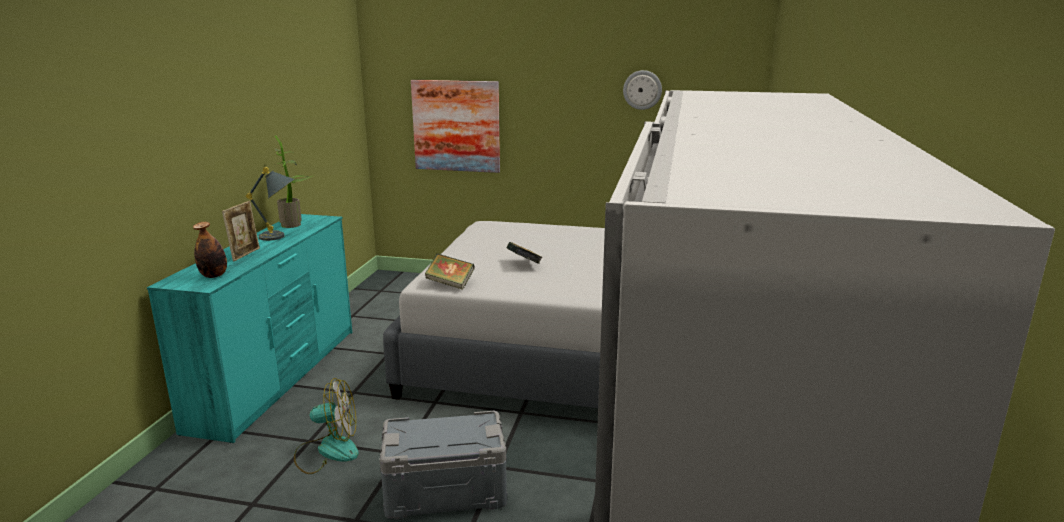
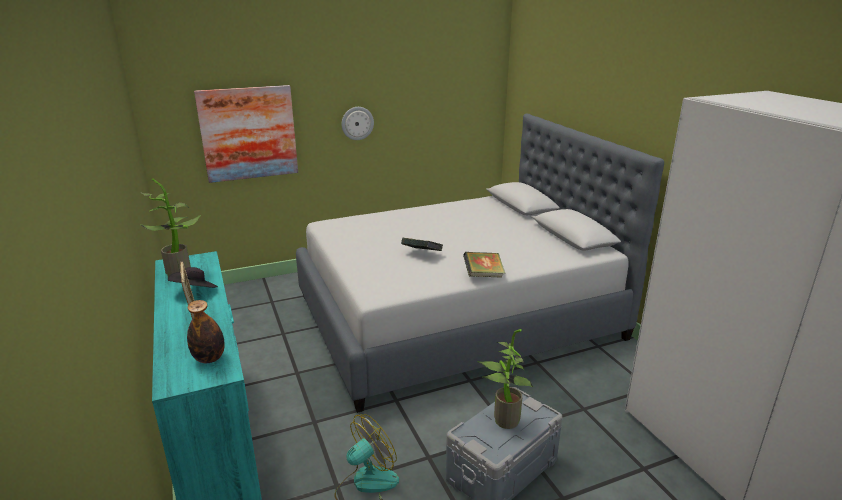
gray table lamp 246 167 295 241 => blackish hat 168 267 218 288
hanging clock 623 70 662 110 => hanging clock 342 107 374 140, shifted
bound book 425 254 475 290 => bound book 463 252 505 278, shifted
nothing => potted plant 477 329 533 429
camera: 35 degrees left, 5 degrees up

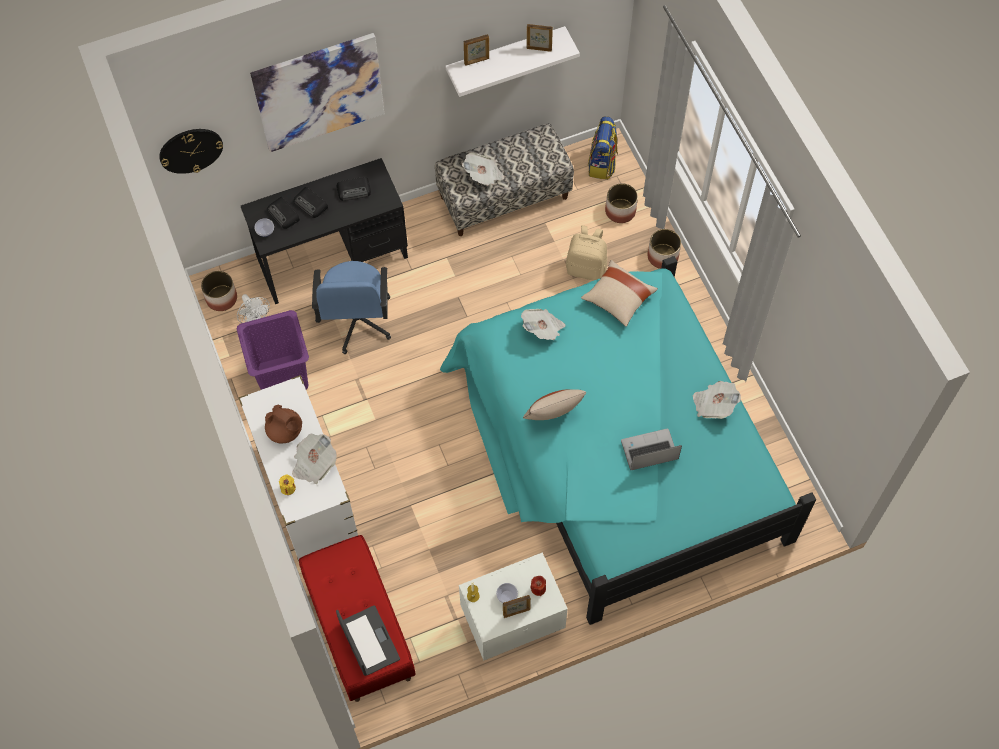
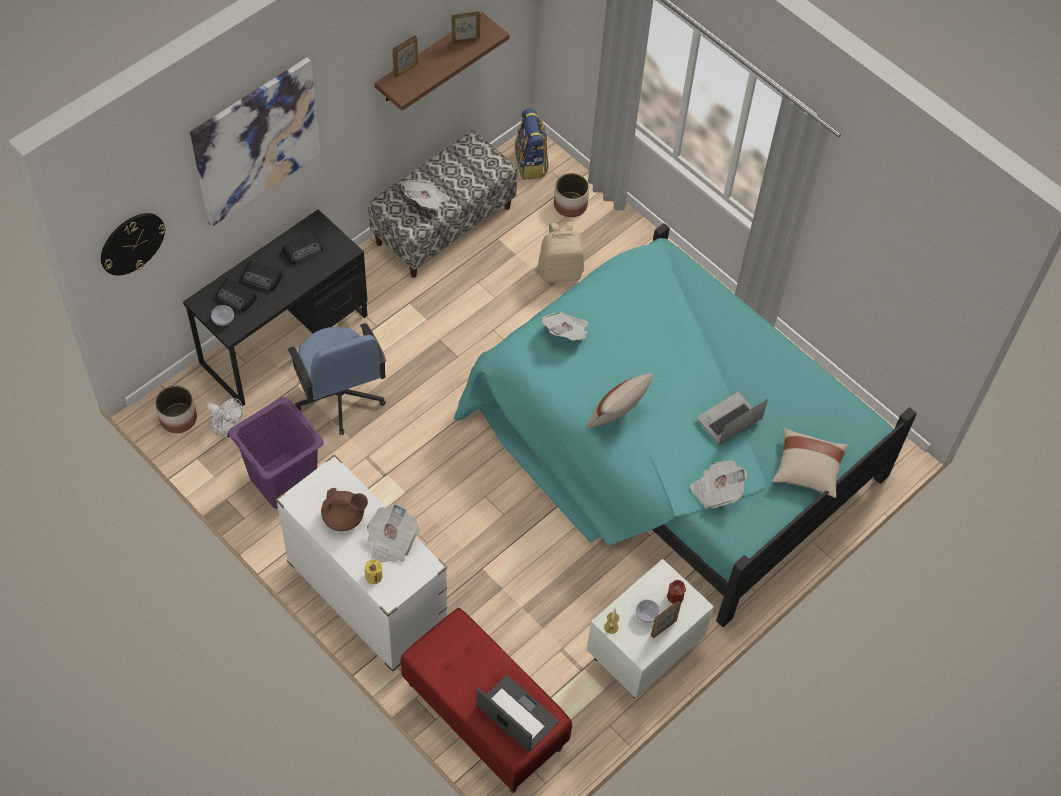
white shelf 445 26 580 97 => brown shelf 375 12 510 111
daily paper 693 381 741 419 => daily paper 690 460 748 509, shifted
beige pillow 581 260 658 327 => beige pillow 772 428 848 498, shifted
flower pot 648 229 681 269 => nothing
camera: 25 degrees left, 5 degrees down

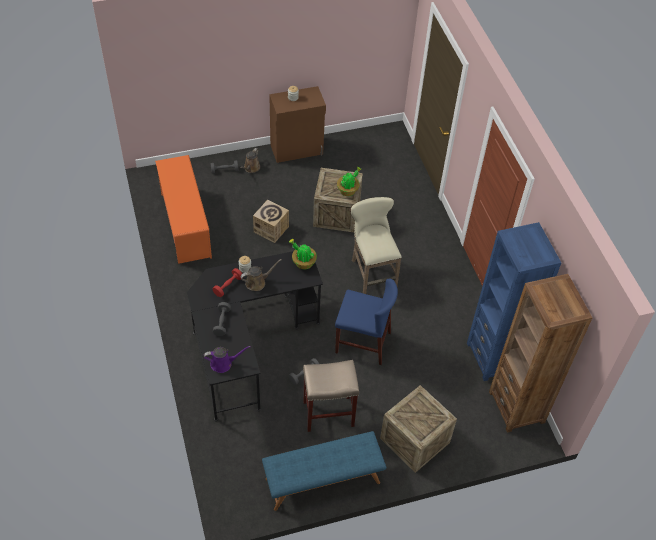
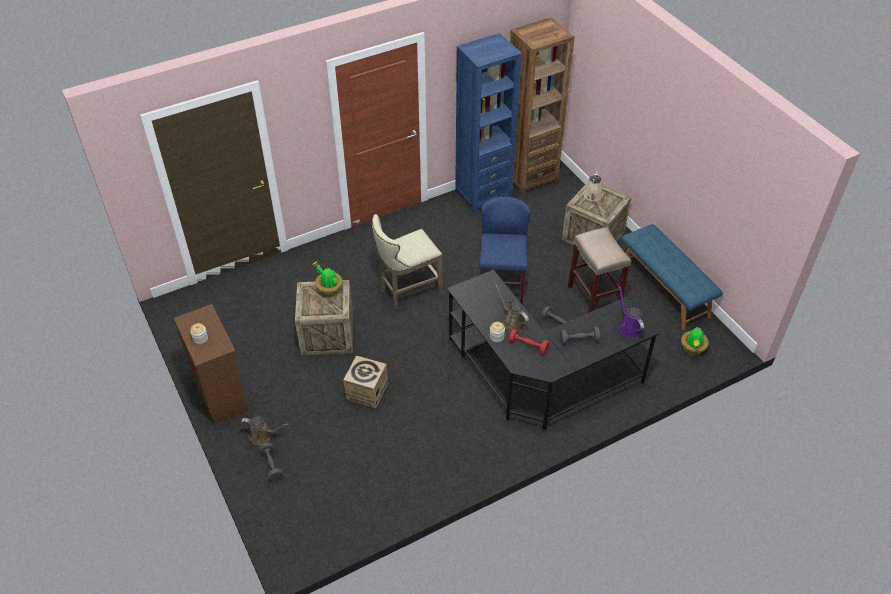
nothing => beige watering pot 583 171 603 201
potted plant 289 239 317 270 => potted plant 681 327 709 356, shifted
orange shoe shelf 155 155 212 264 => nothing
camera: 100 degrees left, 5 degrees down

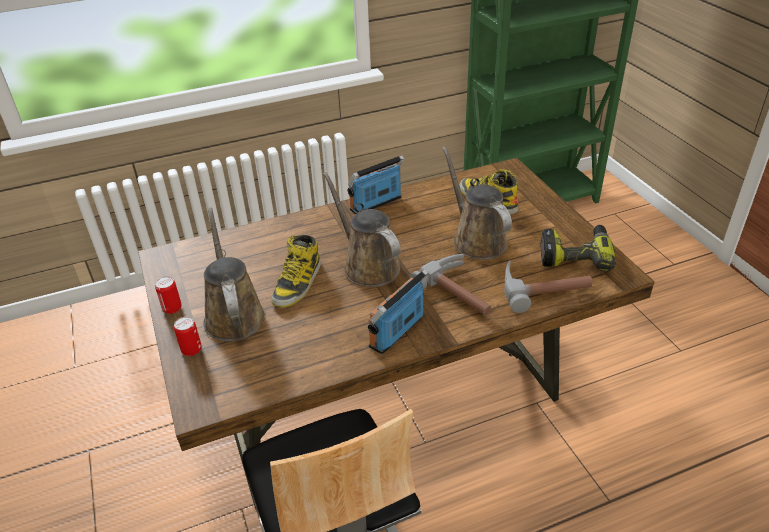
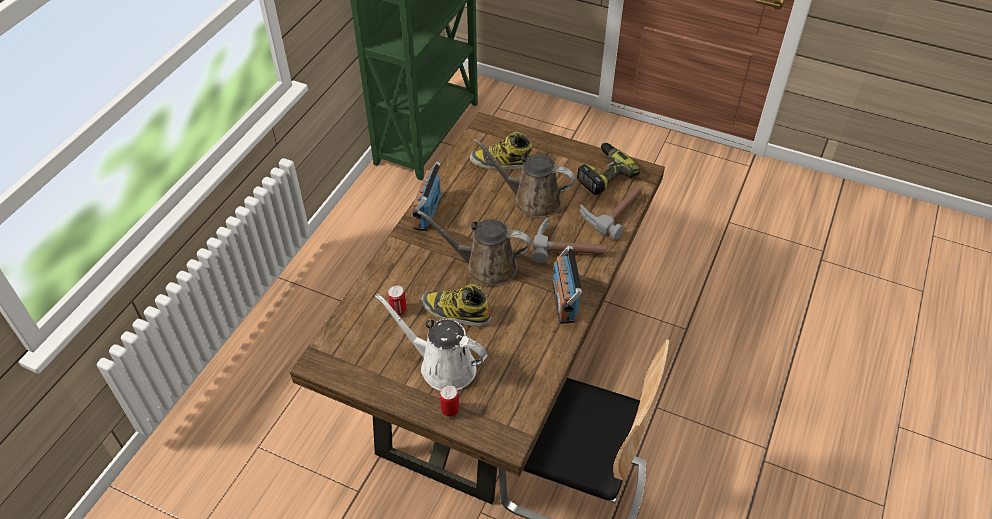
brown watering pot 203 208 266 341 => white watering pot 375 293 487 391
can 155 276 182 314 => can 388 285 407 315, shifted
high-top boot 272 235 321 308 => high-top boot 421 284 492 327, 135 degrees clockwise
camera: 45 degrees left, 10 degrees up

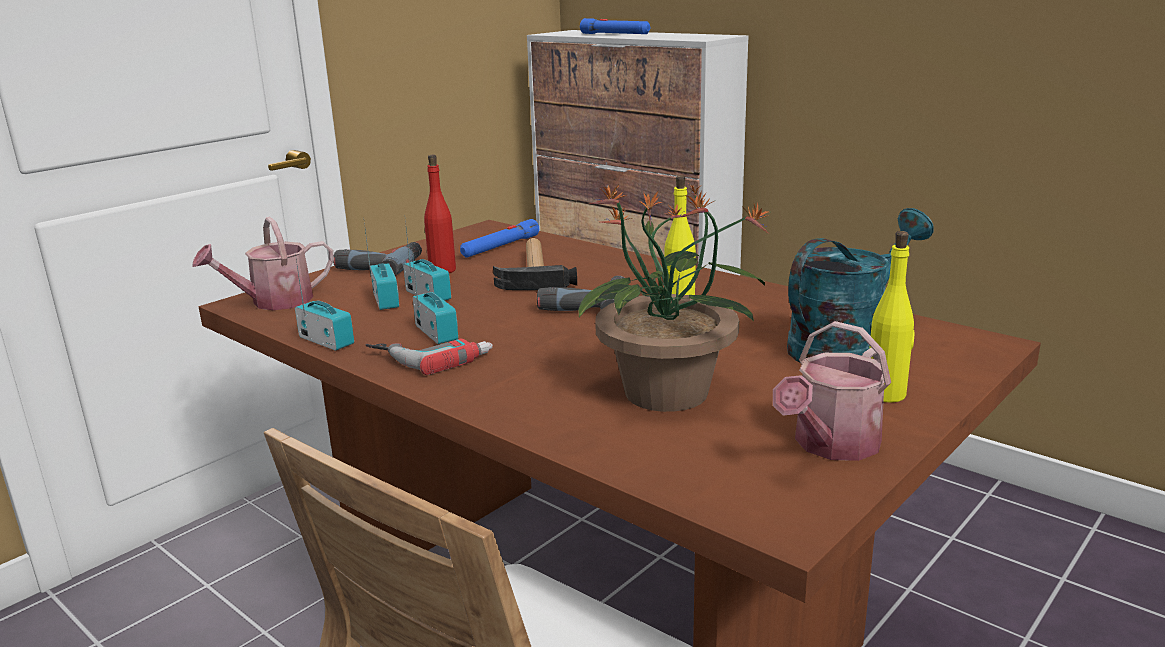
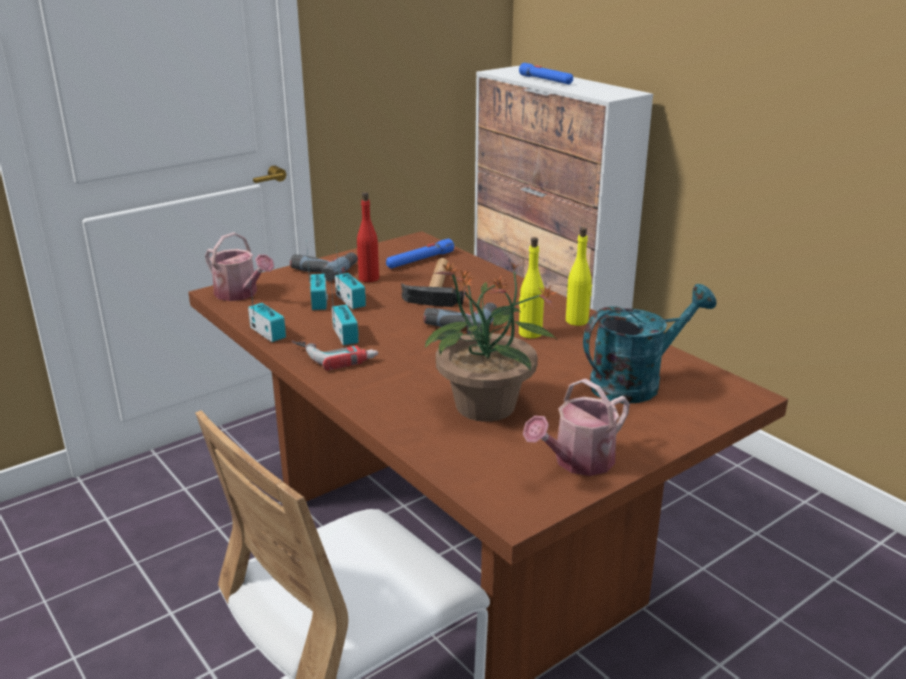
watering pot 192 217 334 310 => watering pot 205 232 274 301, 120 degrees counterclockwise
yellow bottle 869 231 914 403 => yellow bottle 566 227 592 326, shifted
camera: 10 degrees right, 5 degrees up

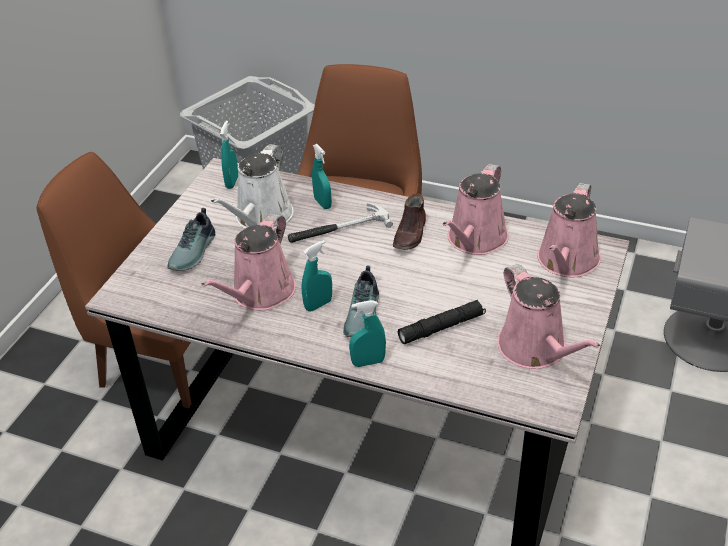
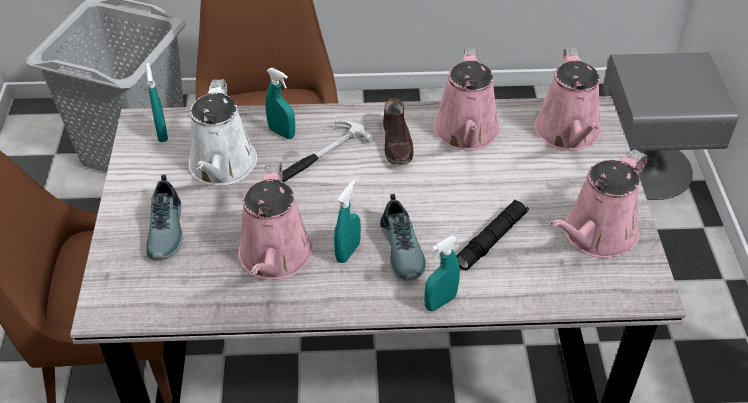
pink-coloured watering pot 498 264 601 369 => pink-coloured watering pot 550 150 648 258, 90 degrees clockwise
camera: 25 degrees left, 5 degrees up

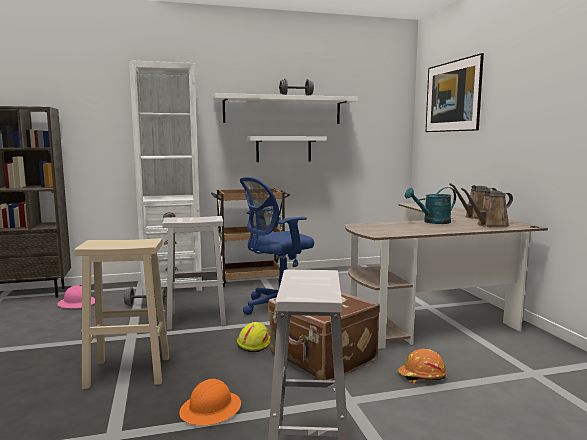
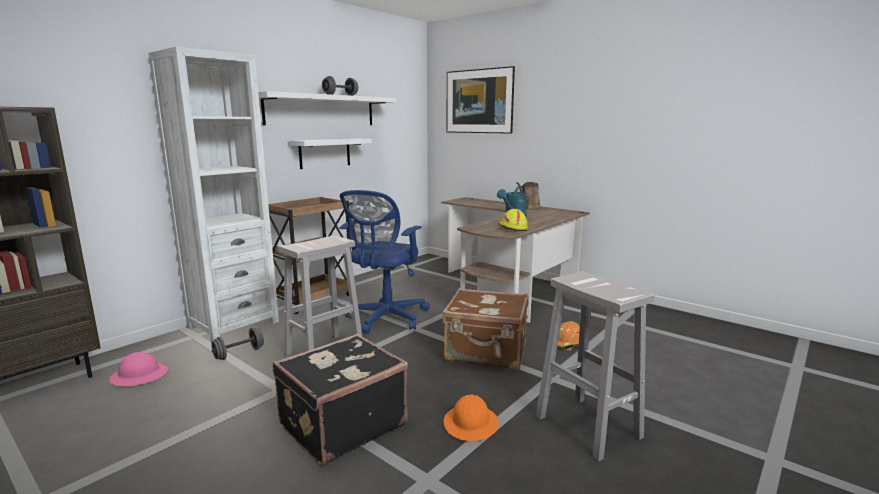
beige sitting stool 74 238 169 389 => blackish travel case 272 334 408 466
yellow safety helmet 237 322 270 352 => yellow safety helmet 498 209 528 231, shifted
brown watering pot 461 188 513 227 => nothing
camera: 35 degrees left, 5 degrees up

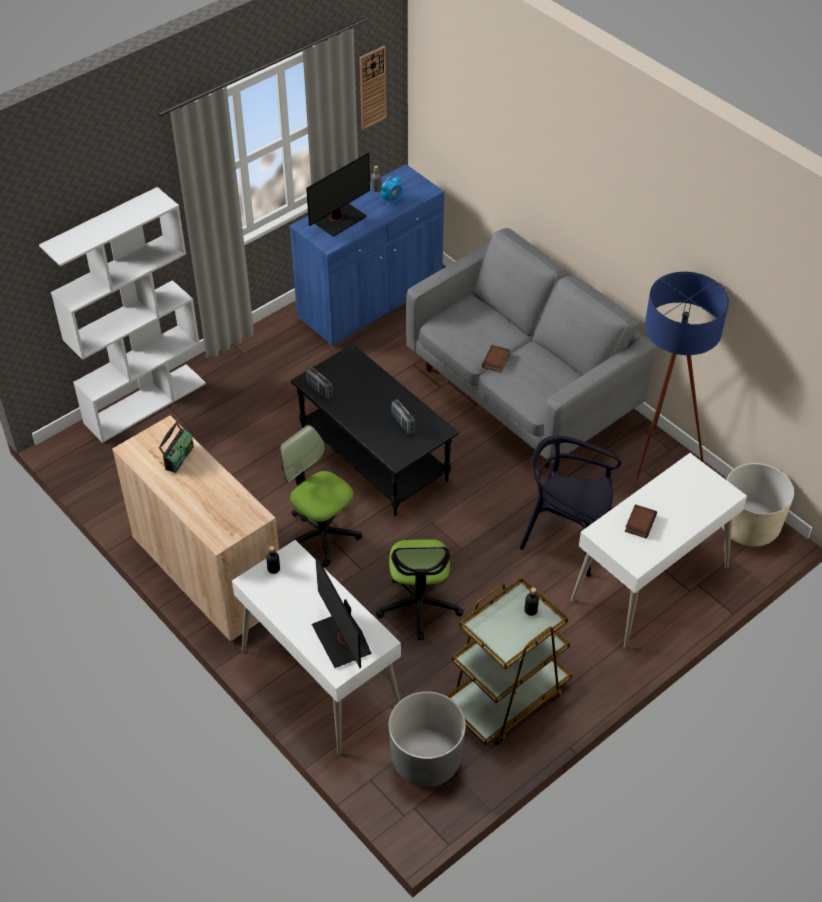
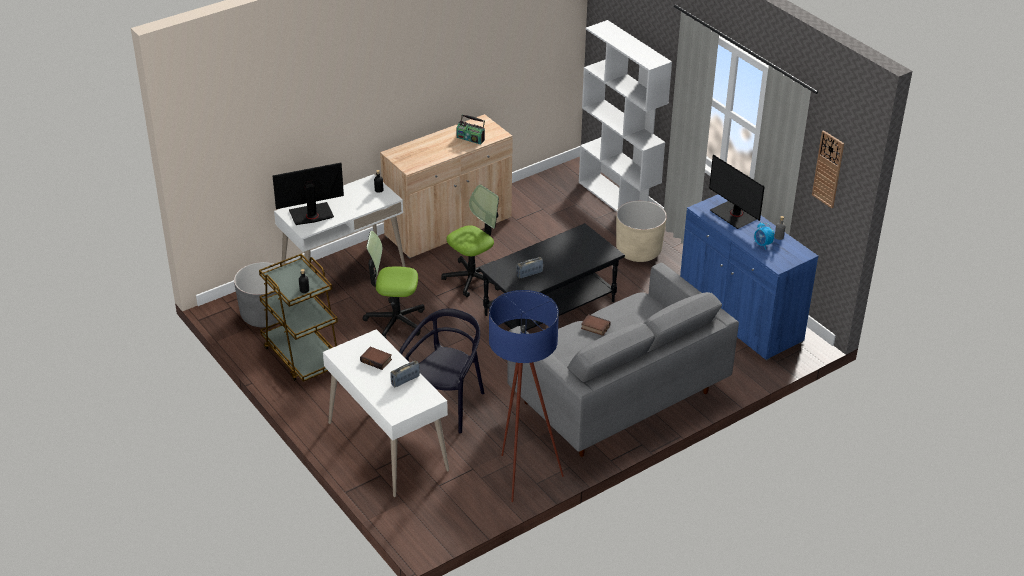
radio receiver 306 367 333 399 => radio receiver 391 360 420 387, shifted
beige flower pot 722 463 794 547 => beige flower pot 616 201 667 262, shifted
camera: 95 degrees right, 10 degrees down

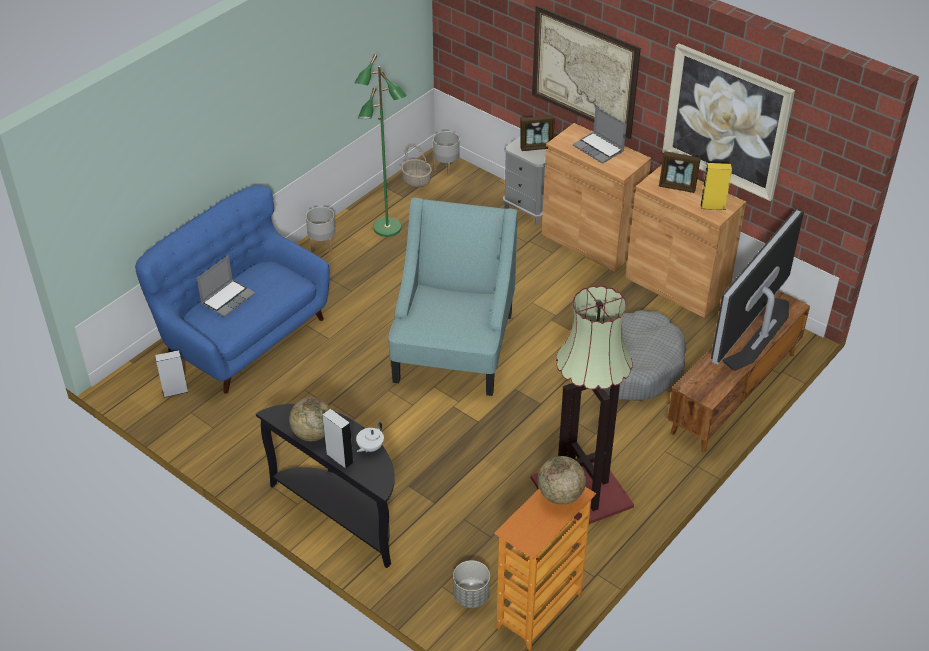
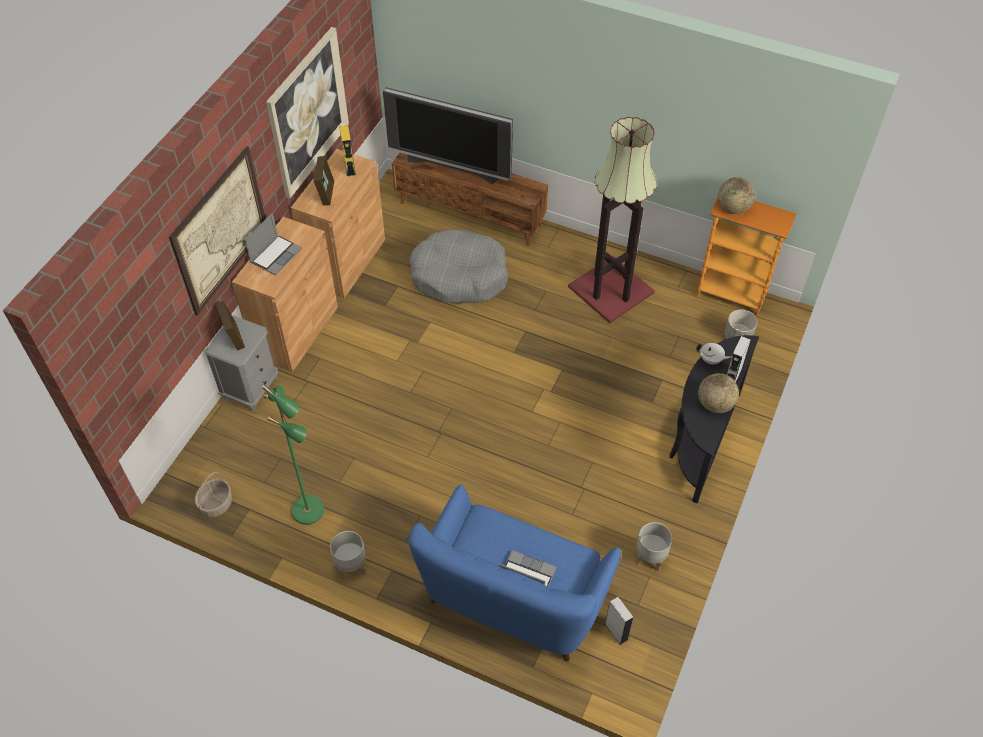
gray flower pot 433 131 460 176 => gray flower pot 636 522 672 571, shifted
blue-green easy chair 388 198 518 396 => nothing
camera: 105 degrees left, 10 degrees up

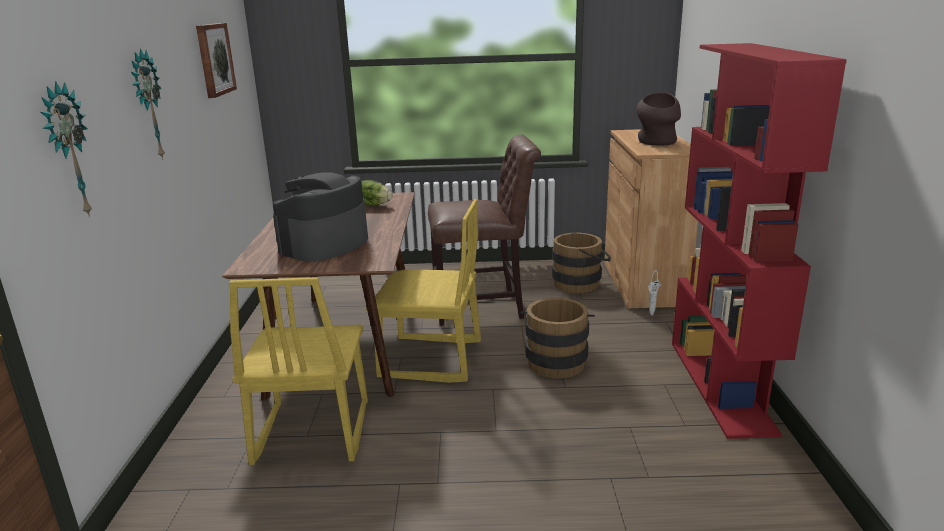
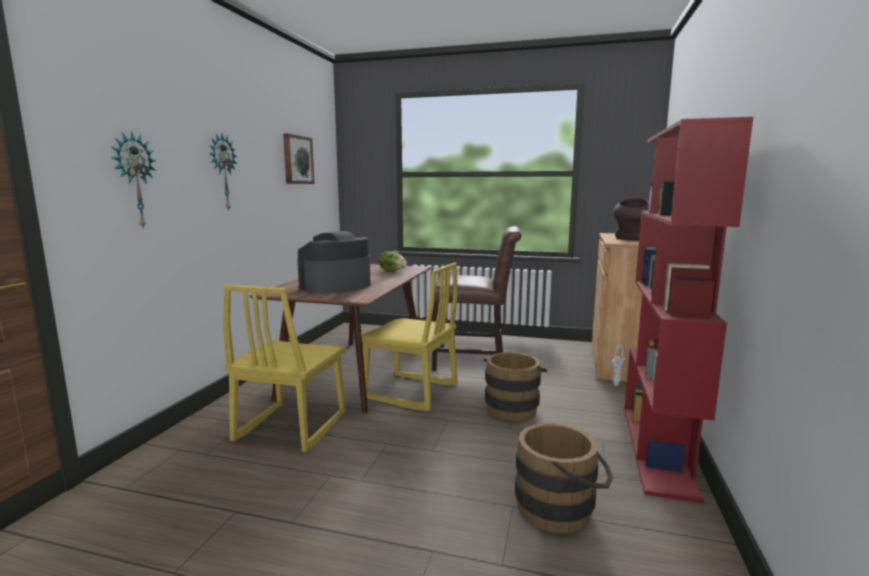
brown water bucket 552 233 611 293 => brown water bucket 515 423 613 533, shifted
camera: 15 degrees right, 10 degrees down

